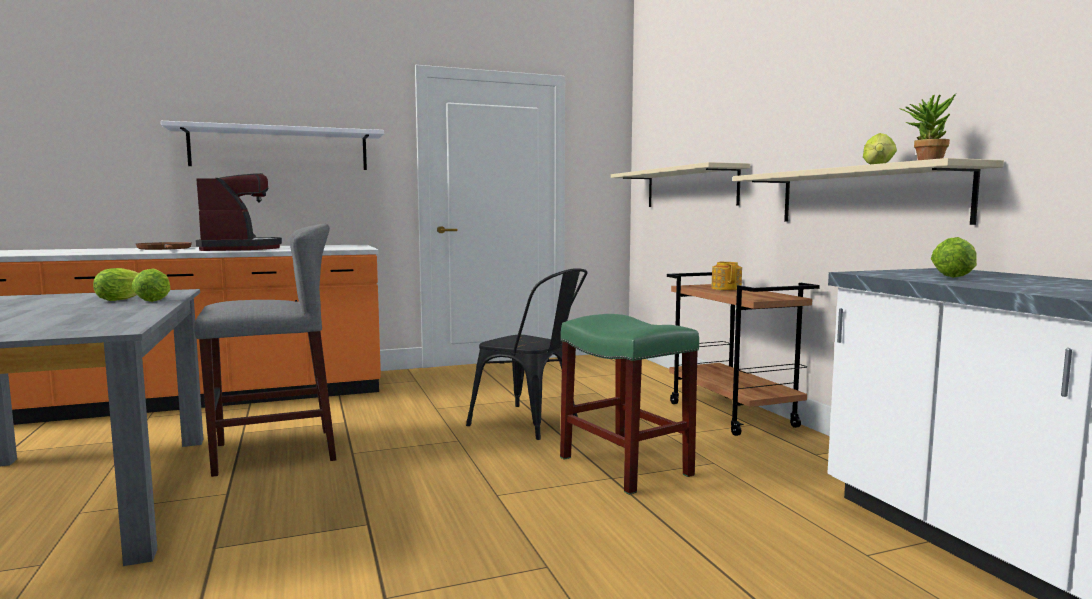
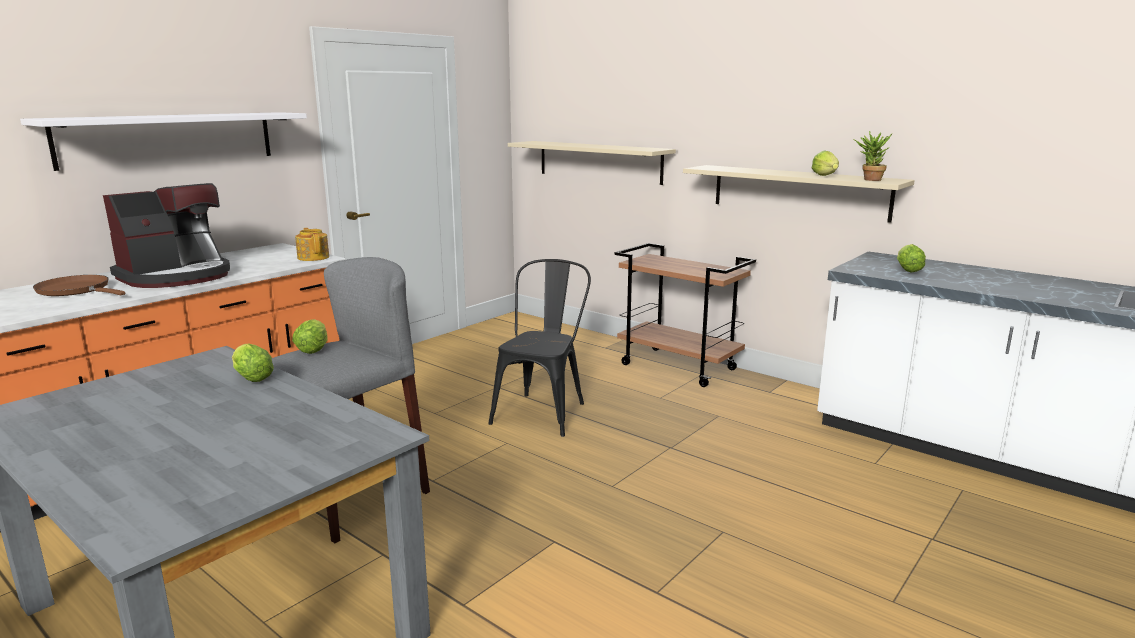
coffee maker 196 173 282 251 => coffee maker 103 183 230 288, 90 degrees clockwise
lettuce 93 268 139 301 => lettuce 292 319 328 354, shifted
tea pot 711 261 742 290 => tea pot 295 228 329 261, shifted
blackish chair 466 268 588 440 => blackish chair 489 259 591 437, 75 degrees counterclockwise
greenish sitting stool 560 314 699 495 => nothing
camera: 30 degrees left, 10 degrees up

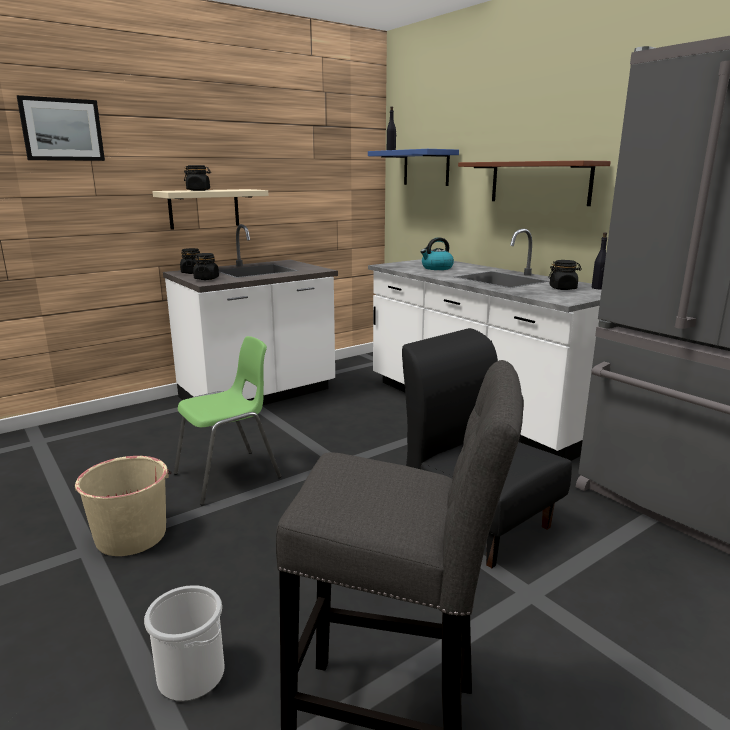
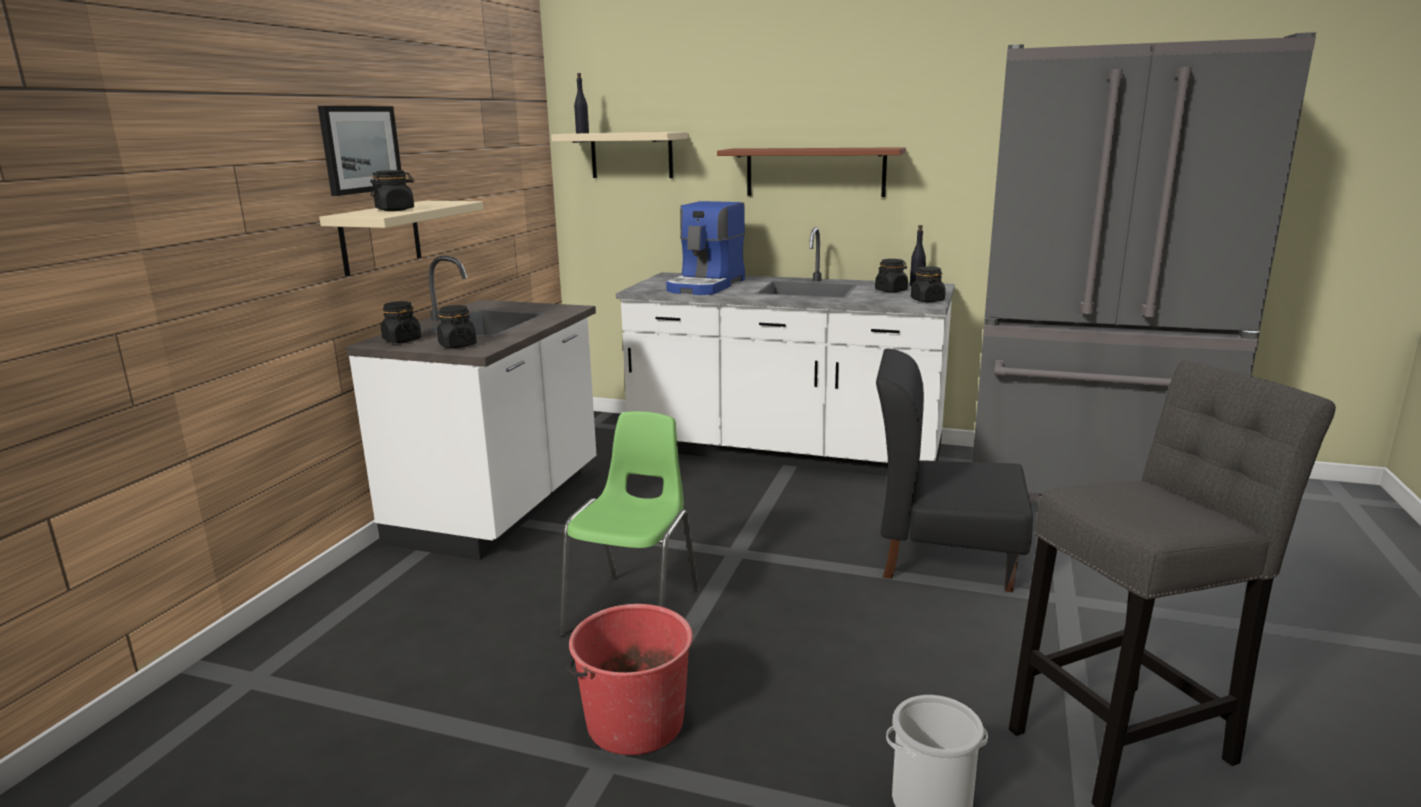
wall picture 17 95 105 161 => wall picture 318 106 401 196, shifted
blue-coloured shelf 368 149 459 186 => beige shelf 551 132 688 178
beige water bucket 73 456 172 556 => reddish water bucket 566 604 693 755
kettle 421 237 454 270 => coffee maker 666 201 745 295
nothing => blackish preserve jar 911 267 946 302
camera: 35 degrees left, 0 degrees up

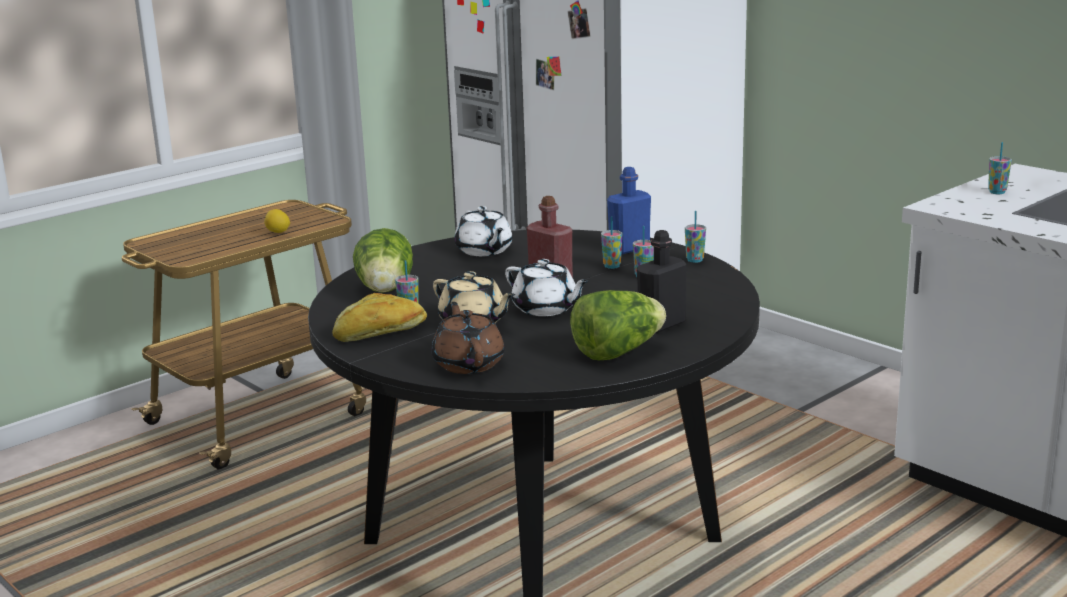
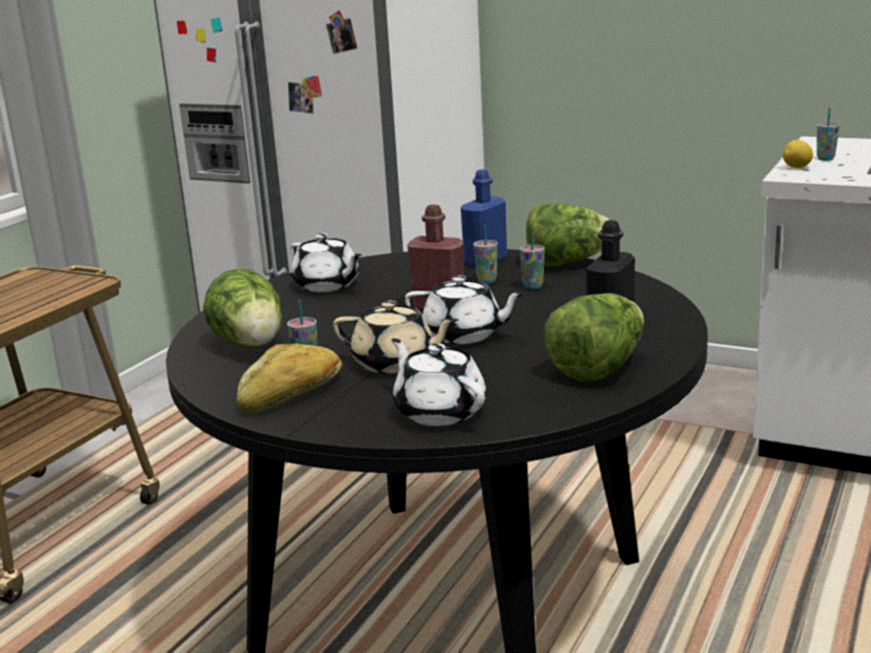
brown tea pot 432 302 505 374 => white tea pot 392 339 486 426
cup 685 211 706 263 => lettuce 526 203 610 266
whole lemon 264 209 290 233 => whole lemon 783 140 813 168, shifted
camera: 20 degrees left, 0 degrees up

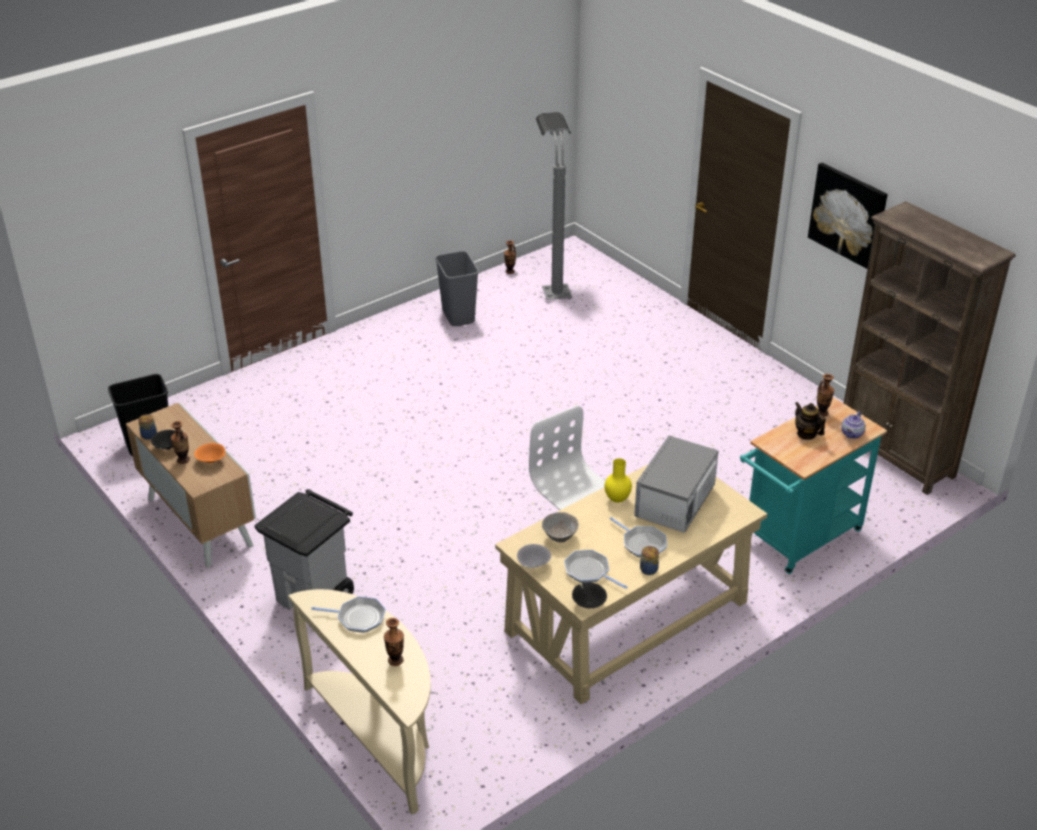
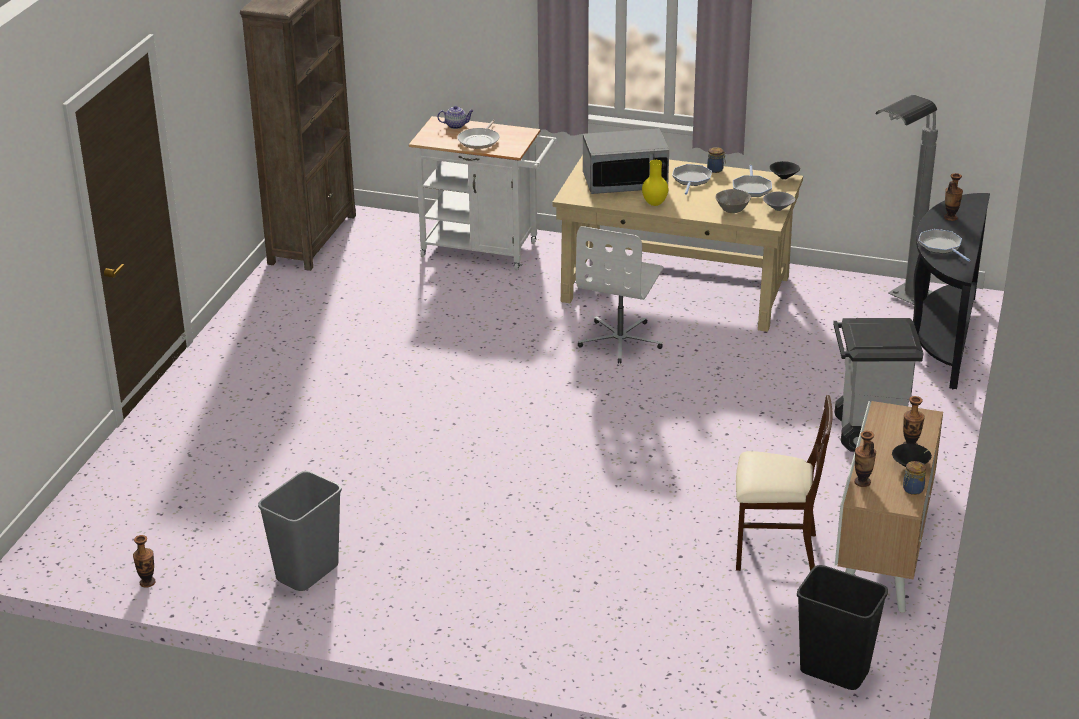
blue-green cart 740 397 887 574 => white cart 409 116 557 271
tea pot 795 402 826 440 => pan 458 120 500 149
nothing => beige chair 736 395 833 571
vase 817 374 834 417 => vase 854 431 876 487, shifted
gray standing lamp 536 112 572 300 => gray standing lamp 875 94 938 305, shifted
beige hall table 288 589 431 815 => blackish hall table 913 193 990 389
orange bowl 194 443 225 463 => nothing
wall picture 808 163 887 269 => nothing
camera: 125 degrees left, 5 degrees down

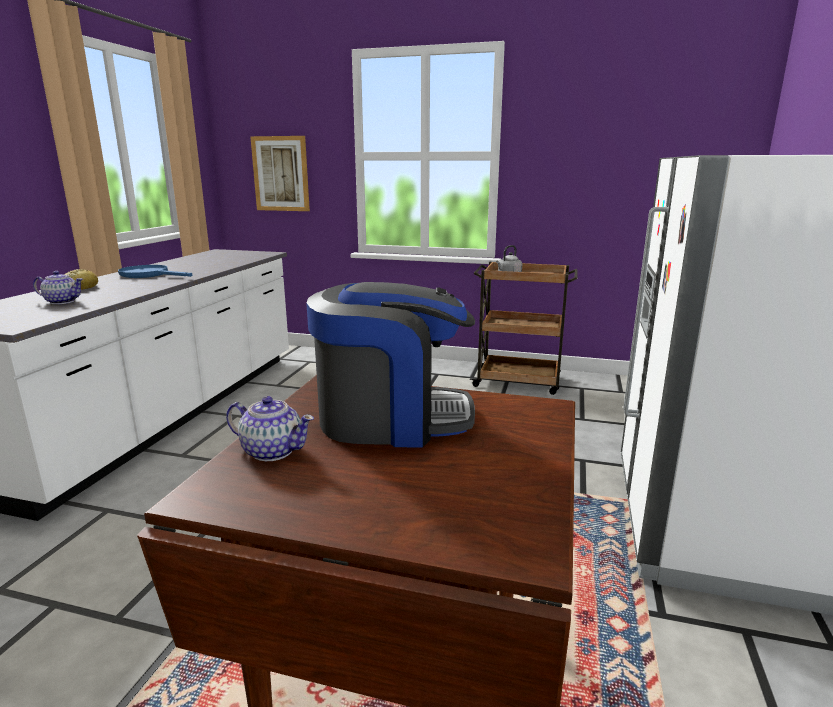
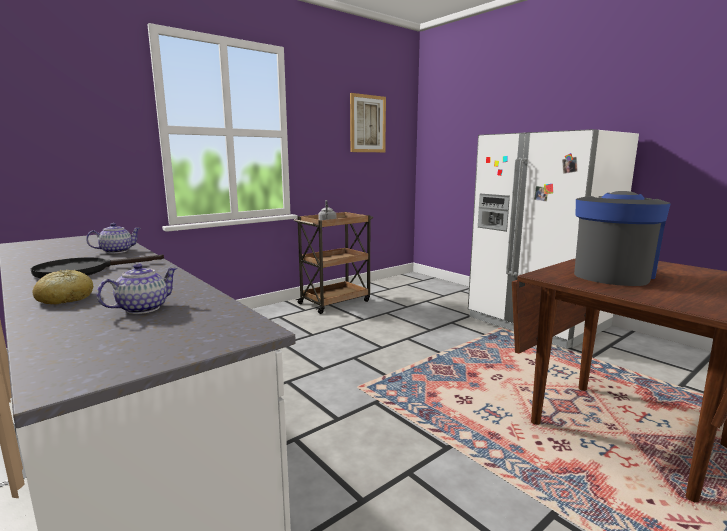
blue-coloured pan 118 265 192 278 => blackish pan 31 255 164 278
tea pot 226 396 314 461 => tea pot 86 223 141 254, shifted
wall picture 250 136 310 211 => wall picture 350 93 386 152, shifted
camera: 55 degrees left, 5 degrees down

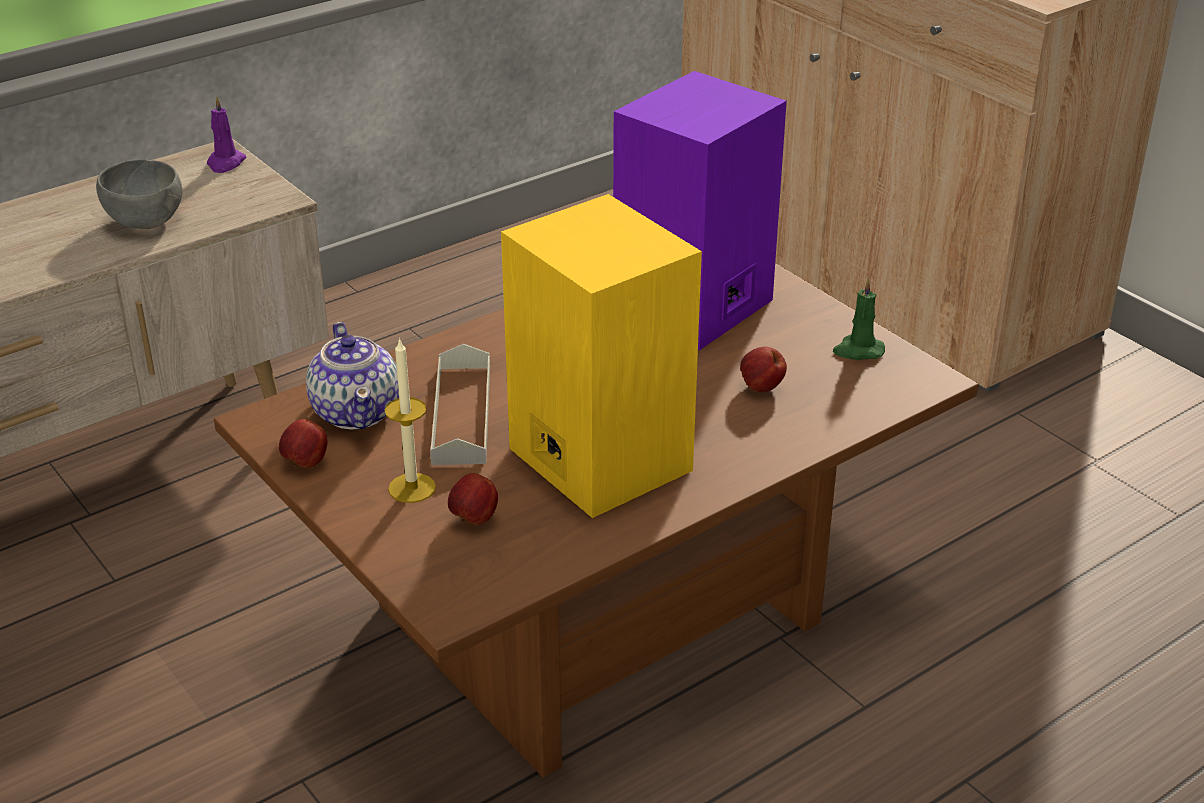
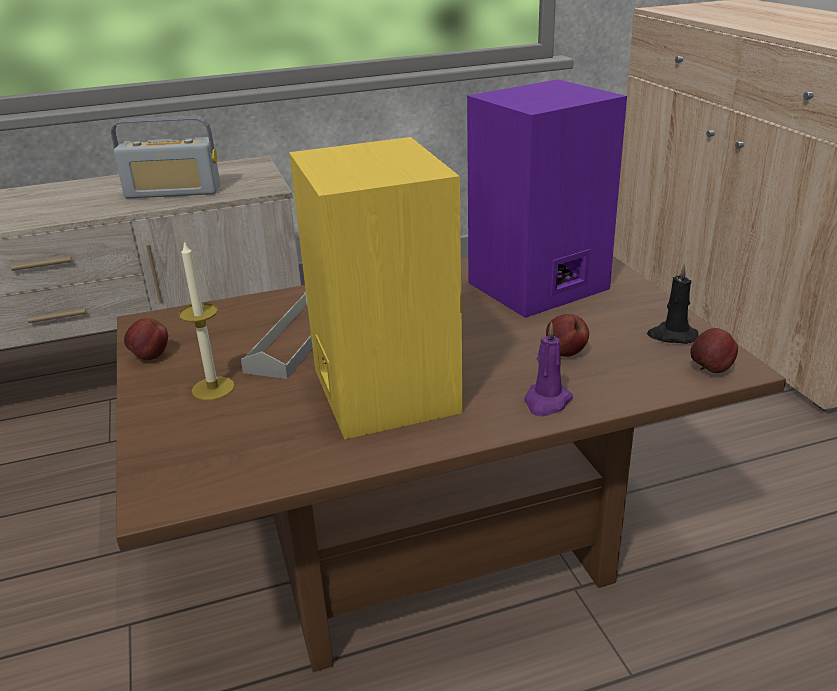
gray bowl 96 159 182 229 => radio receiver 111 116 220 199
purple-coloured wax candle 207 96 246 173 => purple-coloured wax candle 524 322 573 416, shifted
greenish wax candle 833 278 885 360 => blackish wax candle 647 264 698 344
apple 448 473 498 525 => apple 690 328 738 373, shifted
tea pot 306 322 399 430 => nothing
camera: 20 degrees right, 5 degrees down

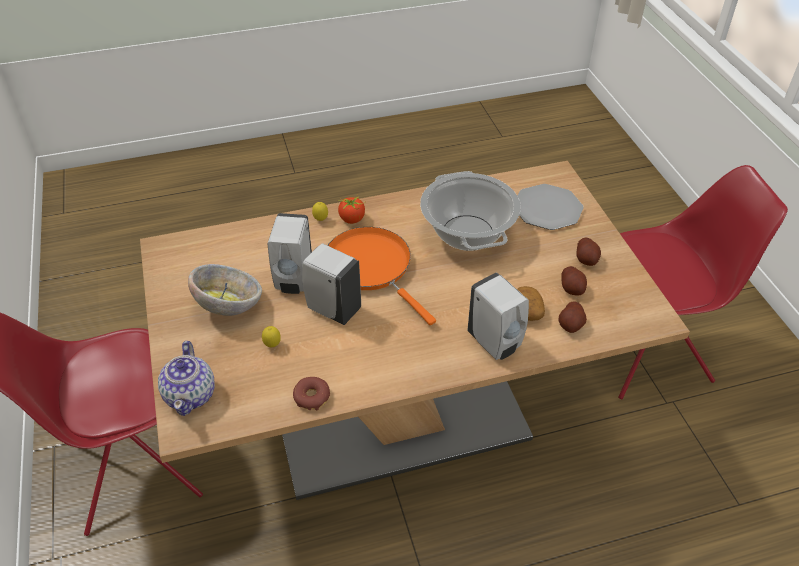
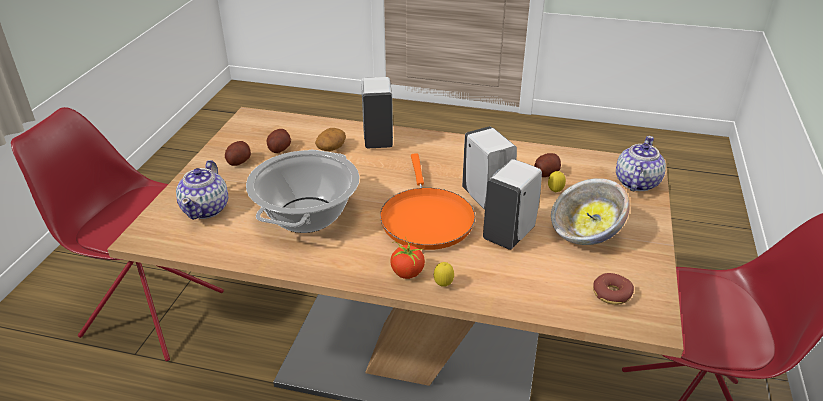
dinner plate 517 184 584 230 => tea pot 176 160 228 220
potato 559 302 587 333 => potato 534 153 561 177, shifted
doughnut 293 377 330 410 => doughnut 593 273 634 305, shifted
camera: 150 degrees left, 10 degrees down

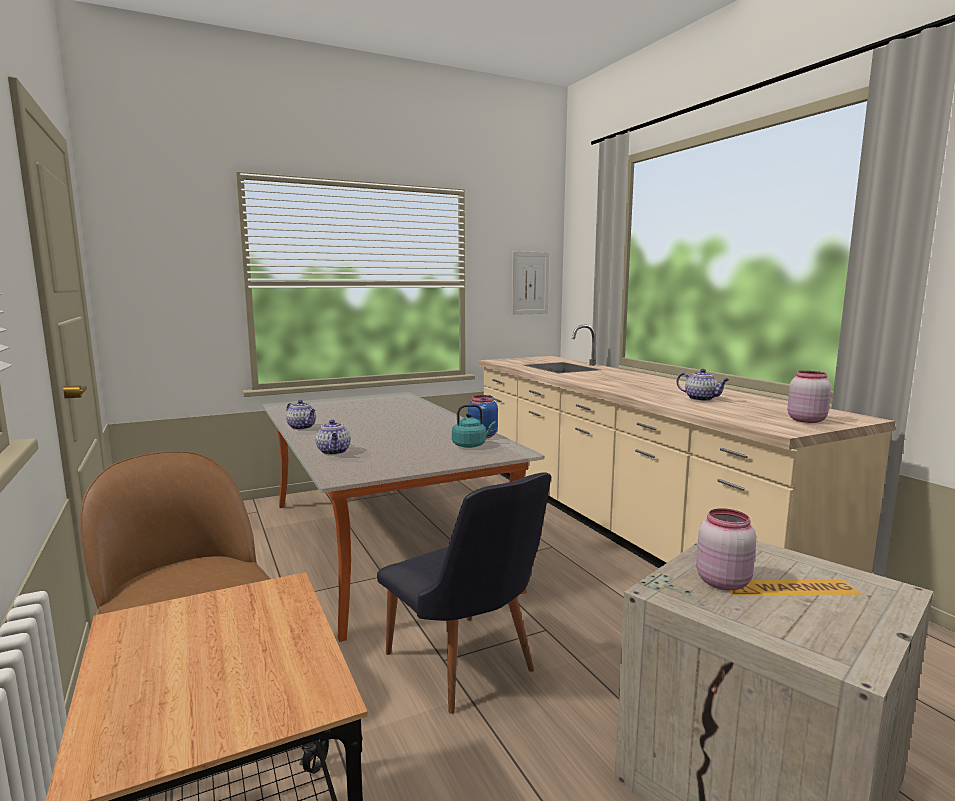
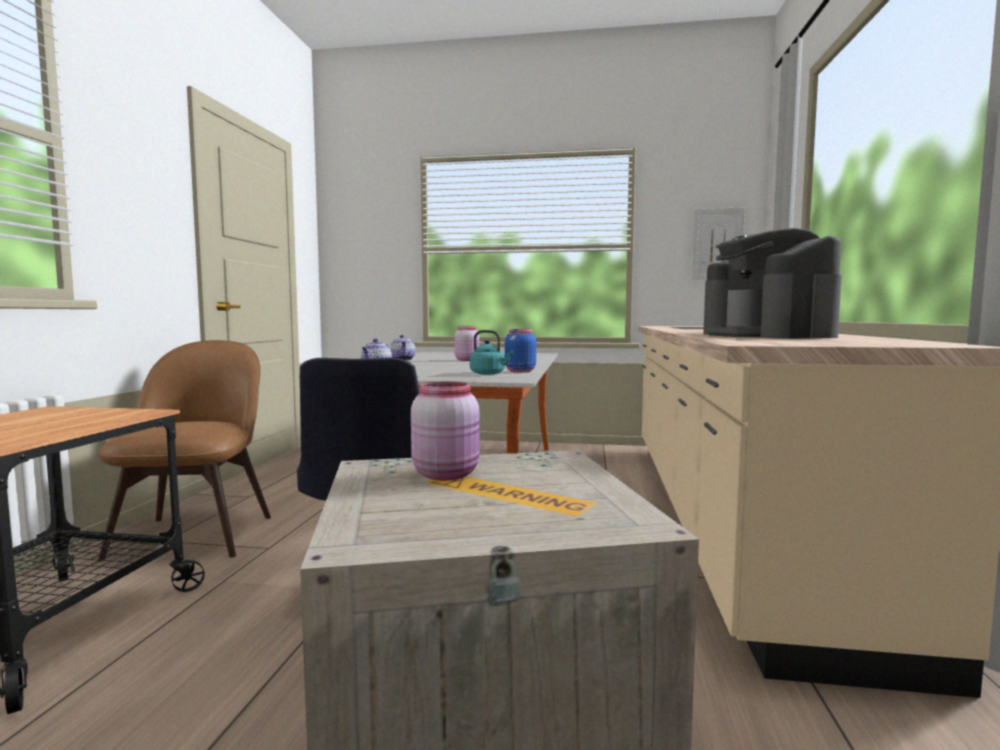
pink-coloured preserve jar 787 371 831 423 => pink-coloured preserve jar 454 326 480 361, shifted
tea pot 677 369 729 401 => coffee maker 703 228 842 339
camera: 35 degrees right, 5 degrees down

